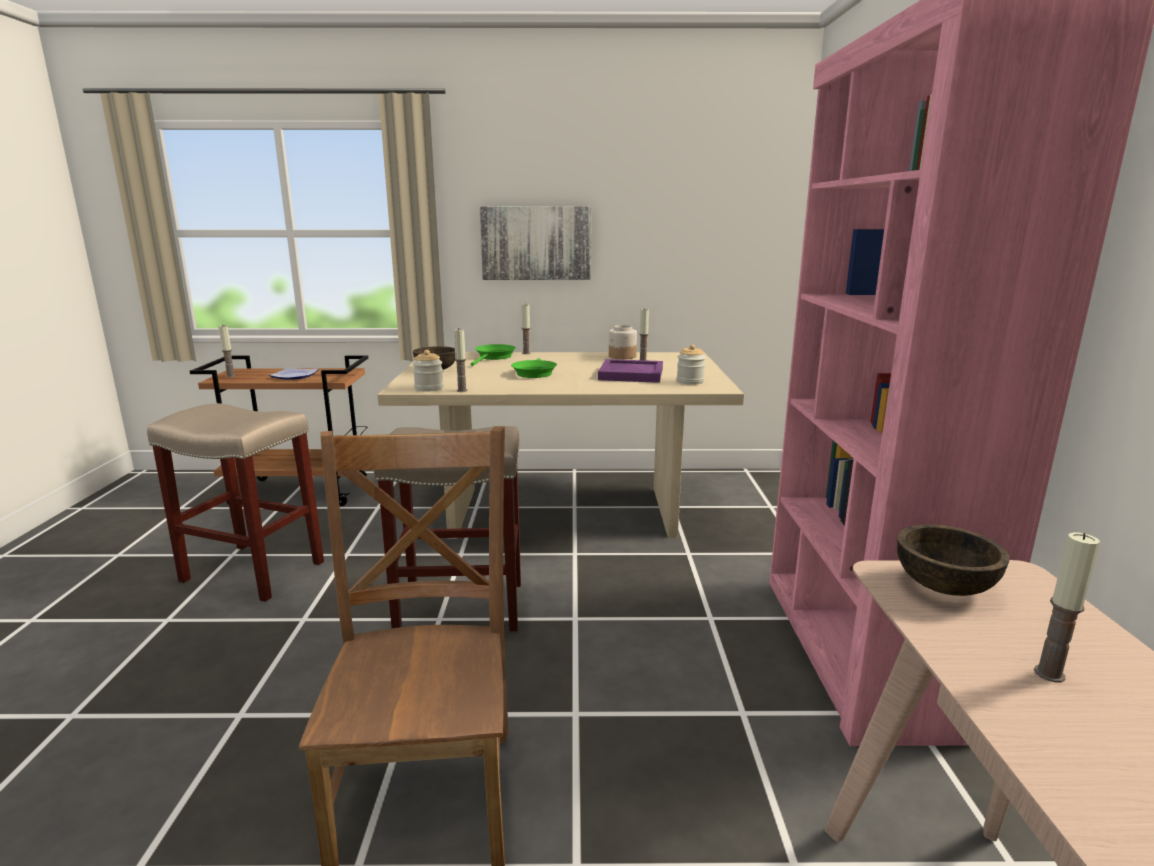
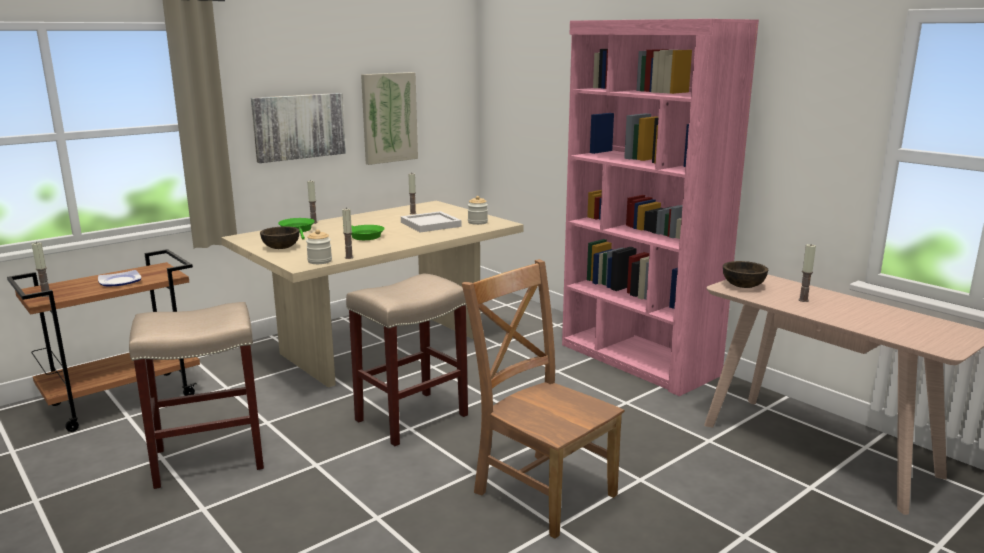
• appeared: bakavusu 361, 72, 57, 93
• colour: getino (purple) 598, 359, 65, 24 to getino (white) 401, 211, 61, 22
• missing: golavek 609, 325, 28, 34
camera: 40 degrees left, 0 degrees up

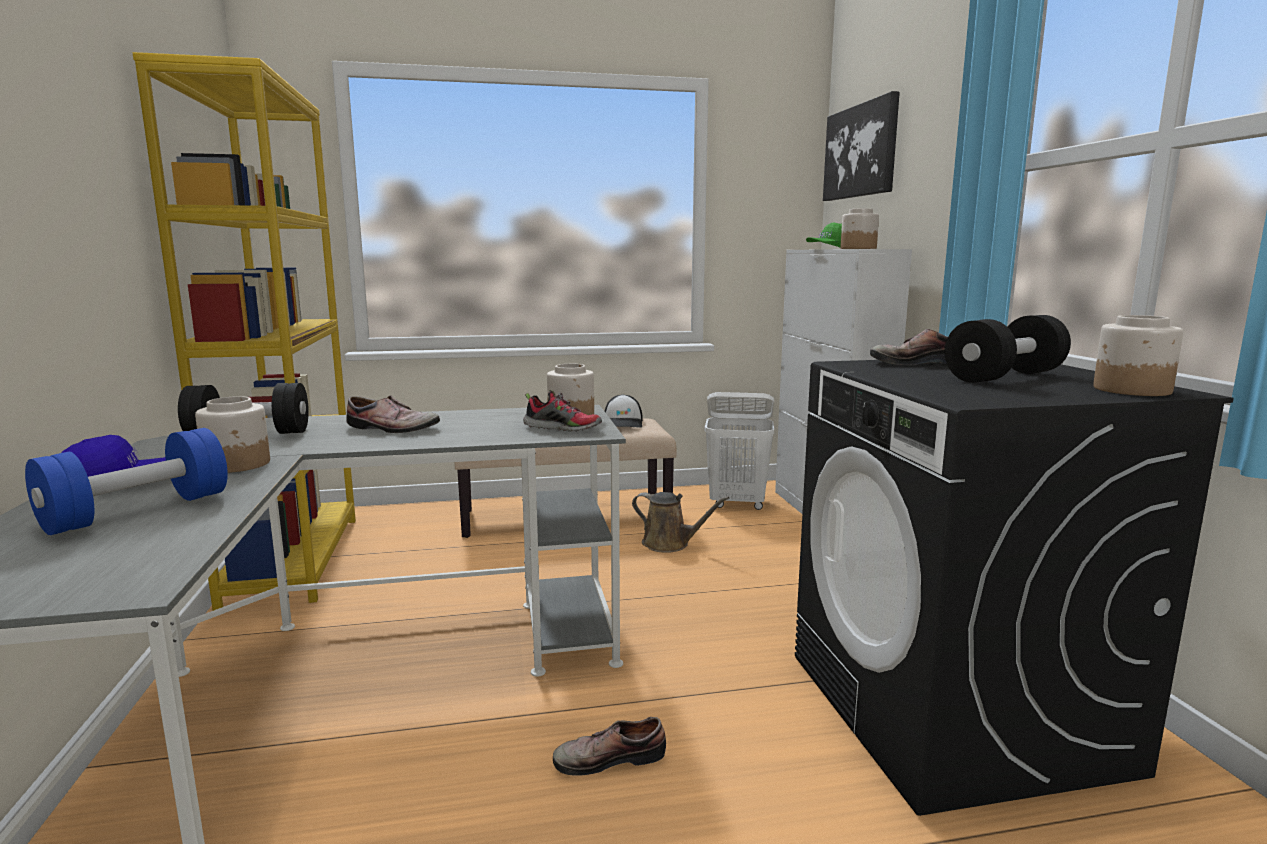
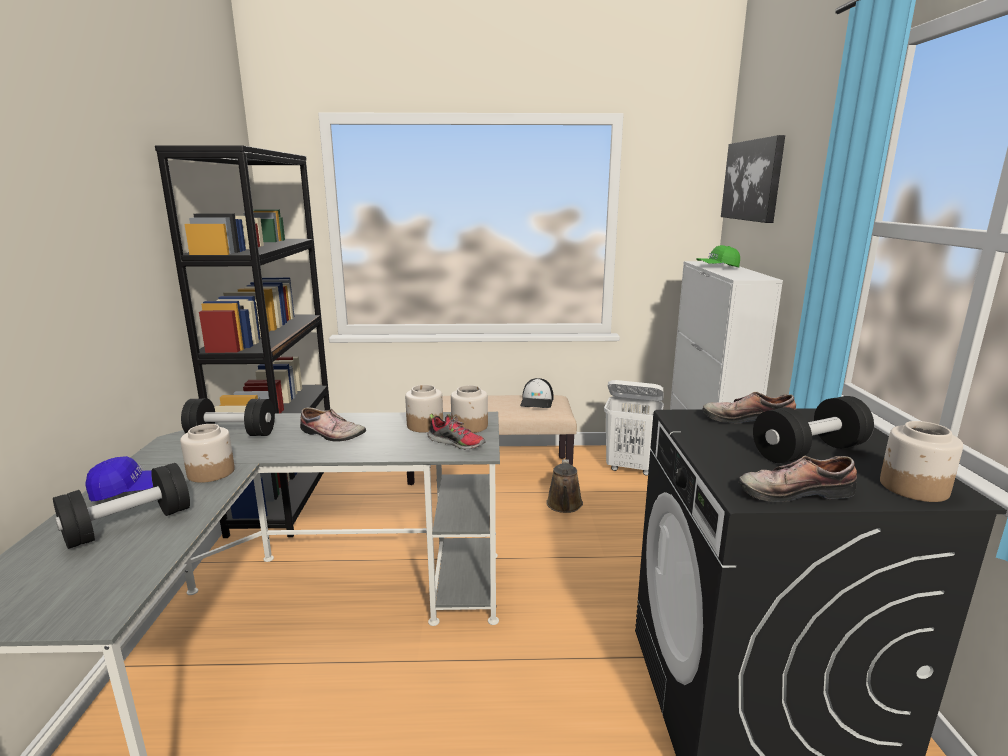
• colour: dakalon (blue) 25, 428, 203, 107 to dakalon (black) 53, 463, 137, 86
• colour: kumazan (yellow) 132, 52, 224, 559 to kumazan (black) 155, 145, 175, 393
• relocated: golavek 841, 208, 38, 41 to 405, 385, 38, 47
• spun: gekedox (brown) 632, 492, 97, 61 = 546, 459, 37, 54 60 degrees clockwise
• relocated: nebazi 553, 717, 113, 59 to 739, 455, 118, 47
camera: 10 degrees right, 5 degrees up

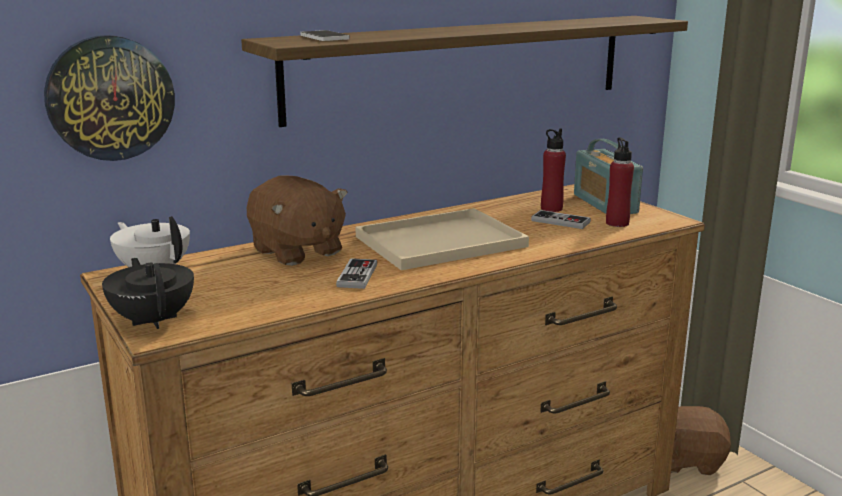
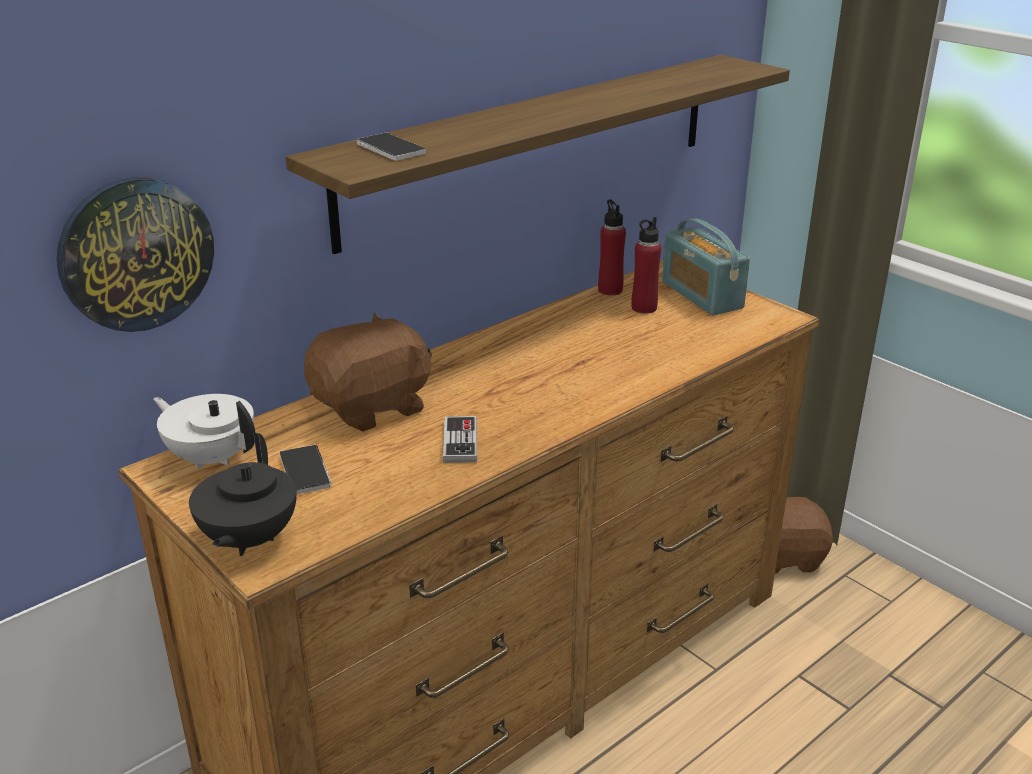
• spun: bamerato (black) 102, 258, 92, 71 = 189, 433, 108, 123 135 degrees counterclockwise
• appeared: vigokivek 280, 445, 51, 49
• spun: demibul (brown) 247, 176, 101, 90 = 304, 313, 128, 119 75 degrees counterclockwise
• relocated: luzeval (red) 606, 138, 28, 89 to 598, 199, 28, 97
• missing: getino (beige) 355, 208, 174, 62
• missing: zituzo 531, 210, 60, 19
camera: 10 degrees left, 10 degrees up

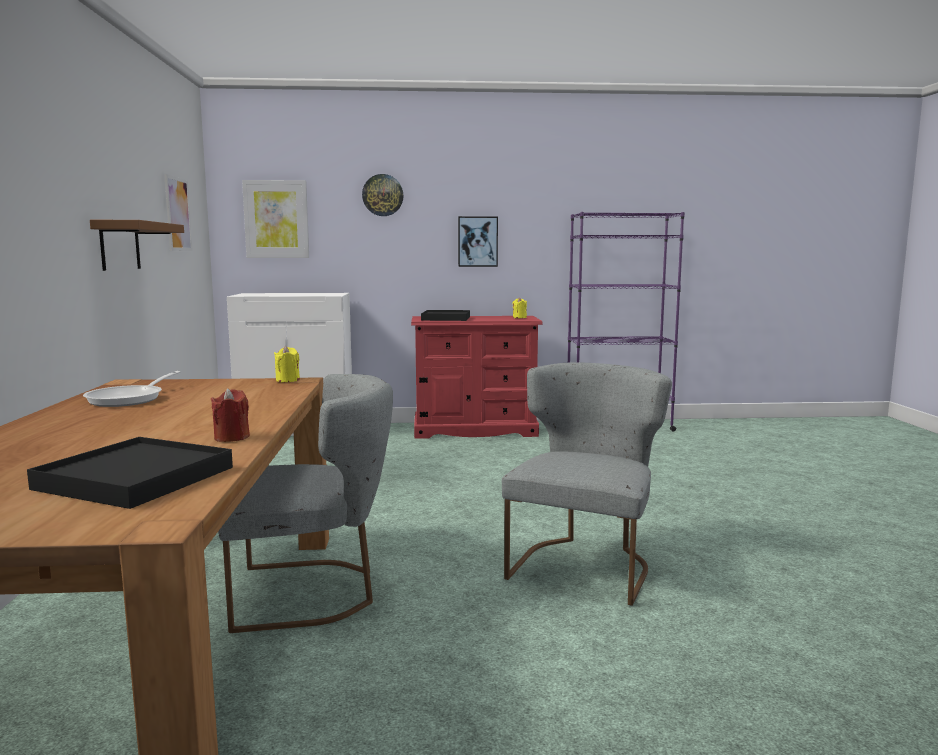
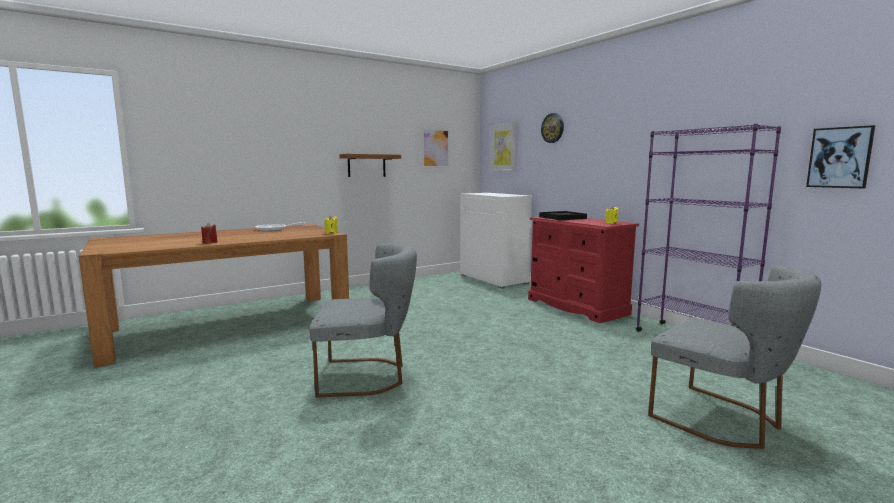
• relocated: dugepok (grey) 218, 374, 175, 259 to 648, 265, 173, 184
• relocated: bakavusu 458, 216, 40, 51 to 806, 125, 69, 64
• missing: getino (black) 27, 437, 206, 72
camera: 60 degrees right, 0 degrees up

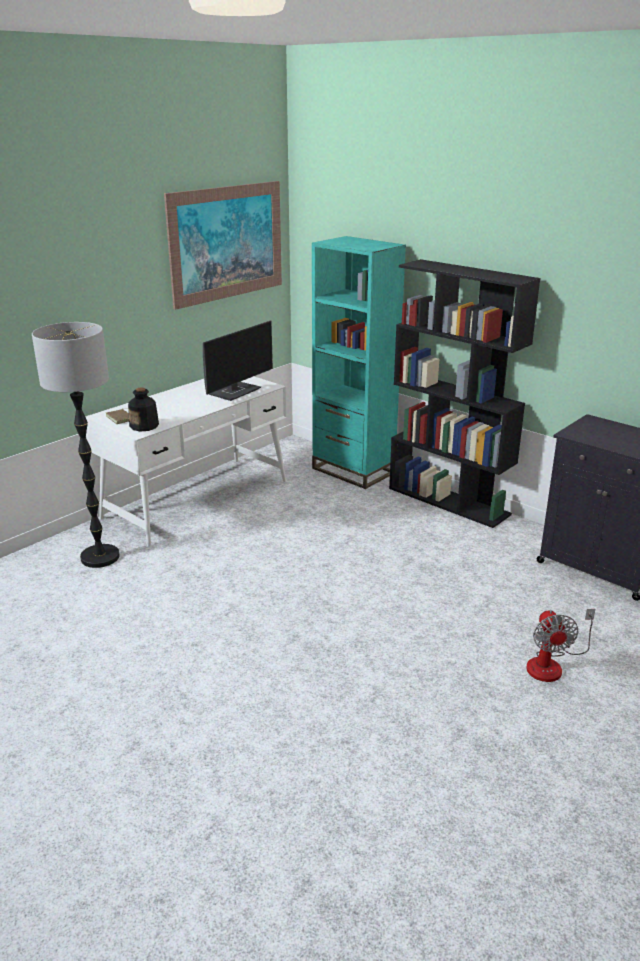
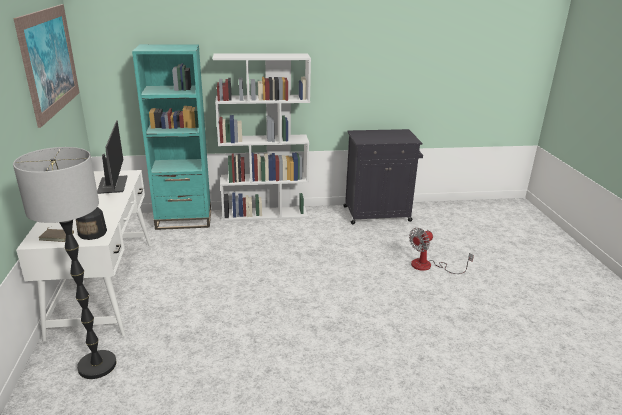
• colour: kumazan (black) 389, 259, 151, 269 to kumazan (white) 213, 53, 98, 168
• spun: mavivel 526, 609, 69, 73 = 409, 228, 65, 46 105 degrees clockwise
camera: 50 degrees left, 0 degrees up

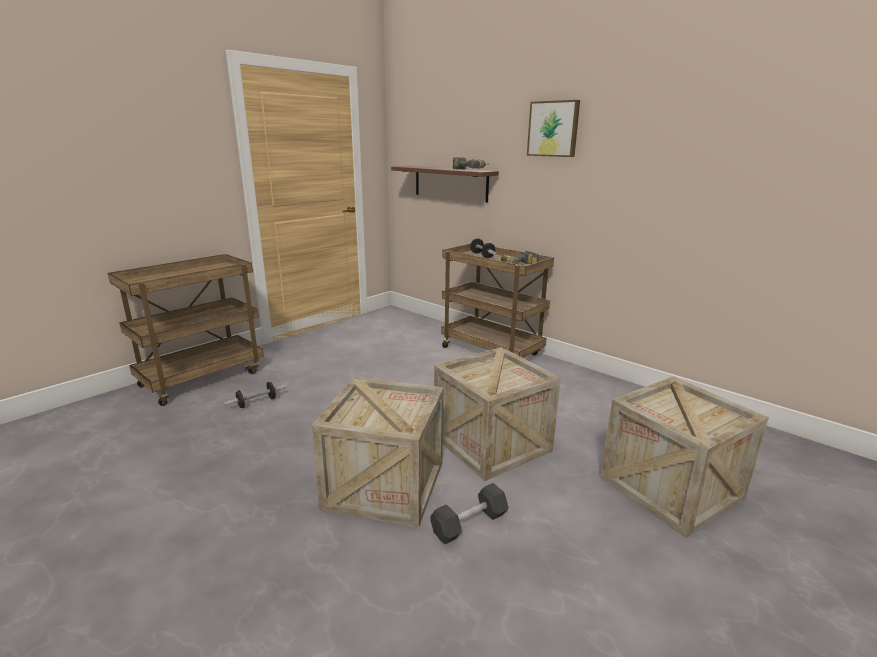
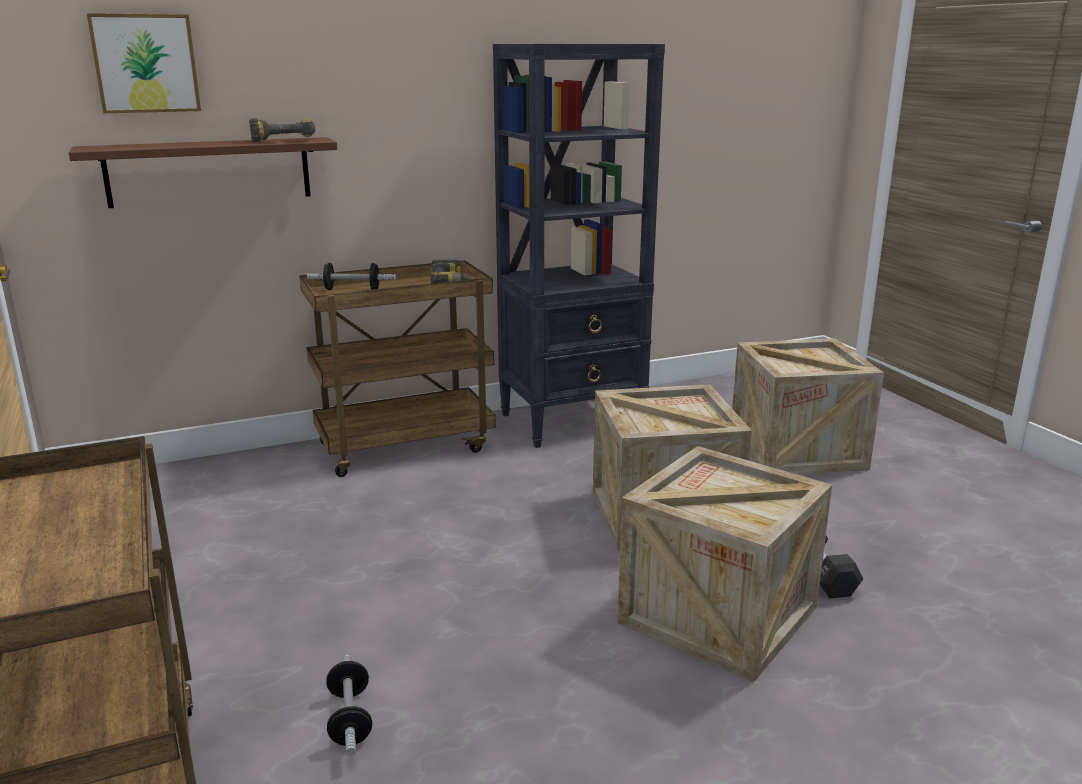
• relocated: bakavusu 527, 100, 53, 57 to 87, 13, 114, 100
• appeared: kumazan (black) 493, 44, 172, 404
camera: 65 degrees left, 0 degrees up

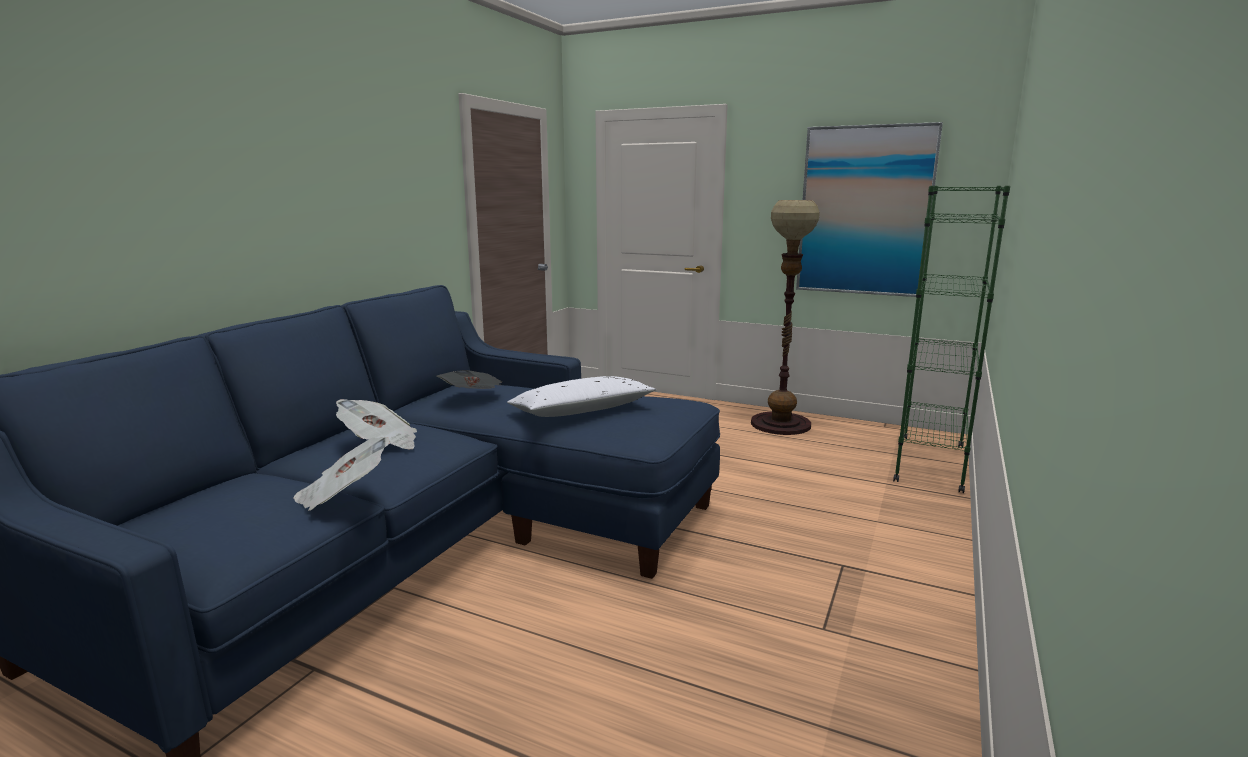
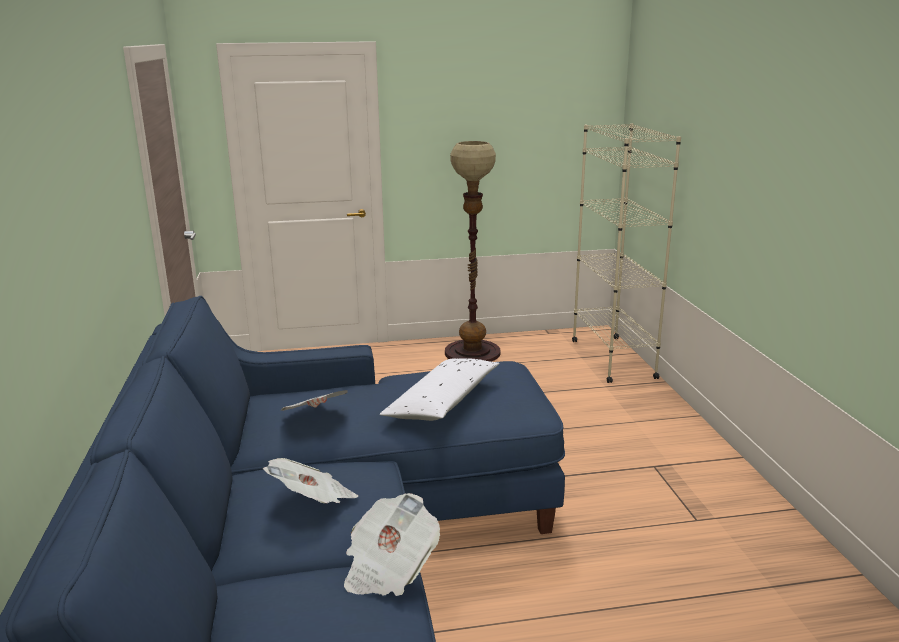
• colour: kumazan (green) 893, 186, 117, 307 to kumazan (beige) 572, 123, 109, 260
• missing: bakavusu 796, 122, 147, 175
camera: 35 degrees left, 5 degrees up

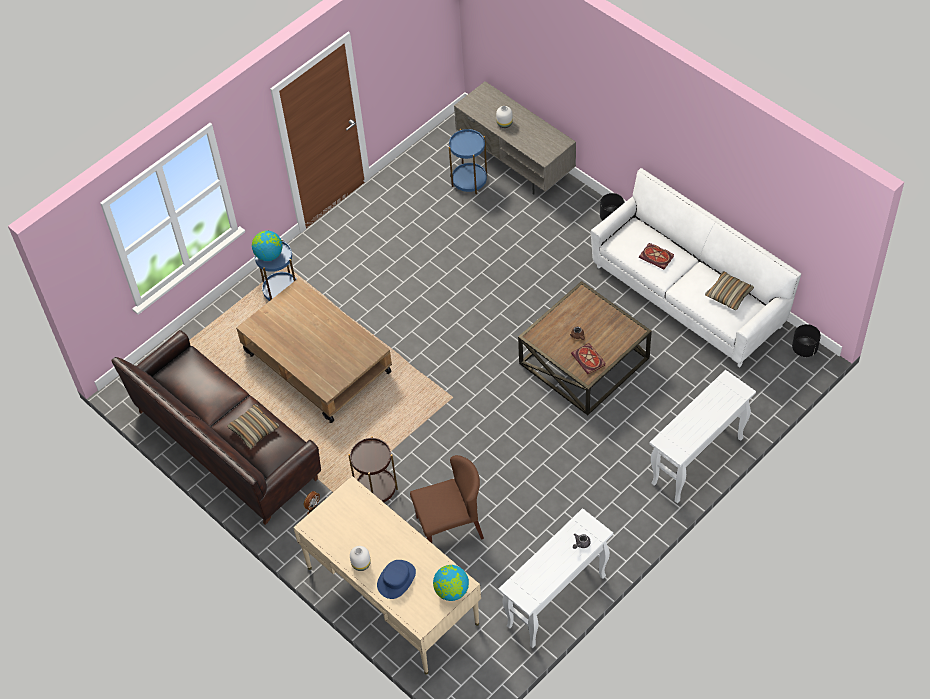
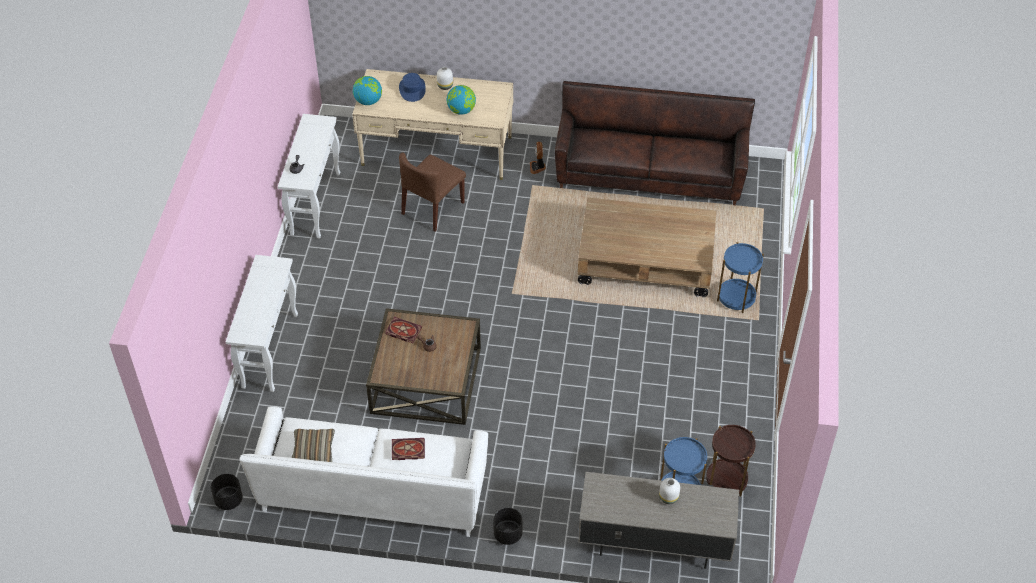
• relocated: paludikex 252, 231, 31, 30 to 447, 85, 29, 30
• relocated: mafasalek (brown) 348, 436, 50, 66 to 706, 425, 50, 72
• missing: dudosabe 227, 404, 52, 45
camera: 140 degrees right, 5 degrees down

